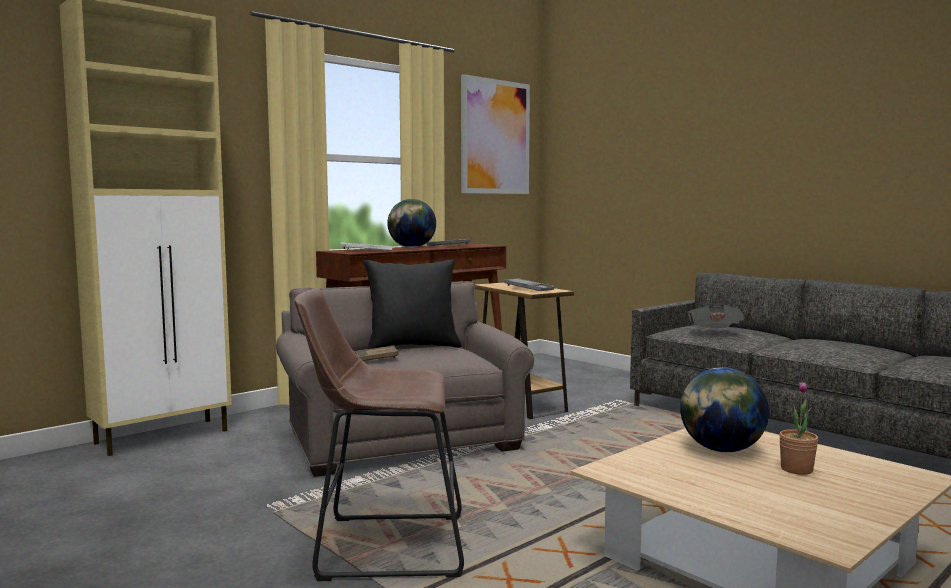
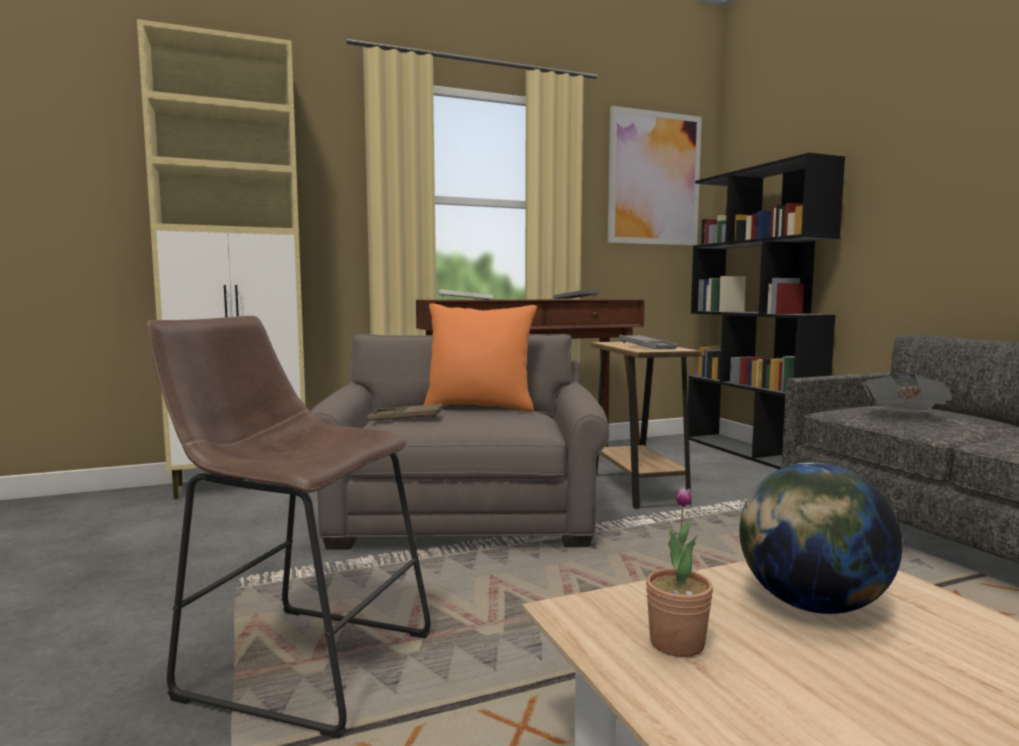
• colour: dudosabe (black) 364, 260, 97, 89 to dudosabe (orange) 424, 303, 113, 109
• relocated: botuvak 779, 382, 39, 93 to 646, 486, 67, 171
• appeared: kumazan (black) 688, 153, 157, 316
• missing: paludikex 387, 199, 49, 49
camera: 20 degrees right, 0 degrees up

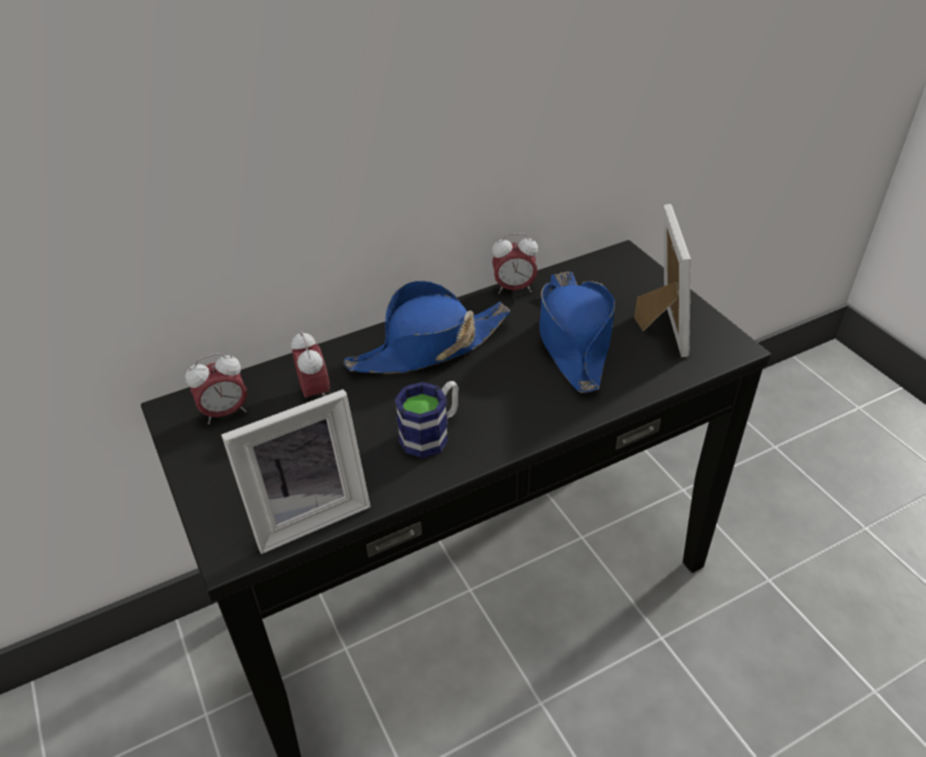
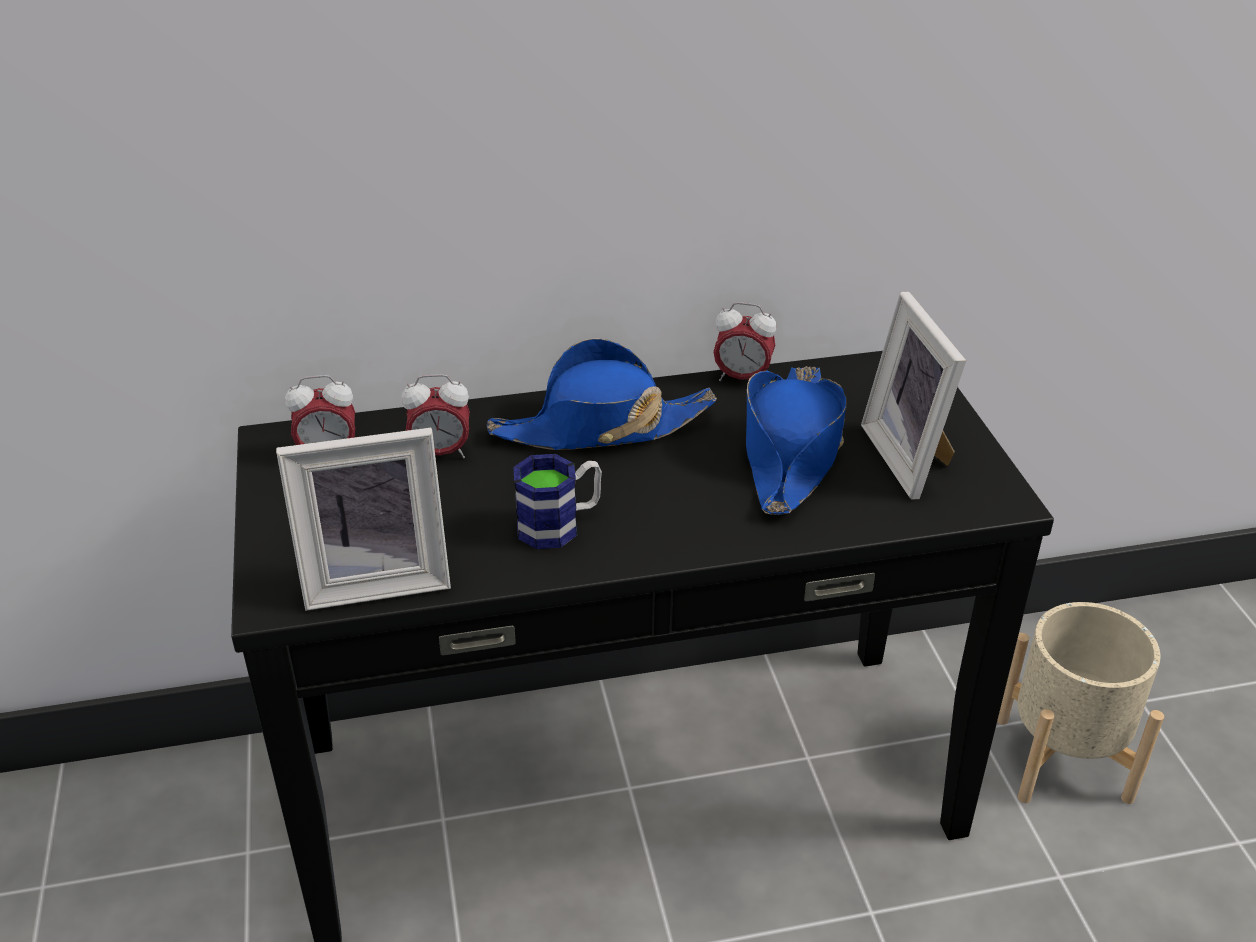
• spun: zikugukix 291, 330, 39, 68 = 401, 374, 69, 84 90 degrees clockwise
• spun: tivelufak 634, 204, 57, 153 = 861, 292, 105, 207 150 degrees clockwise
• appeared: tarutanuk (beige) 997, 602, 167, 202
camera: 15 degrees right, 5 degrees down

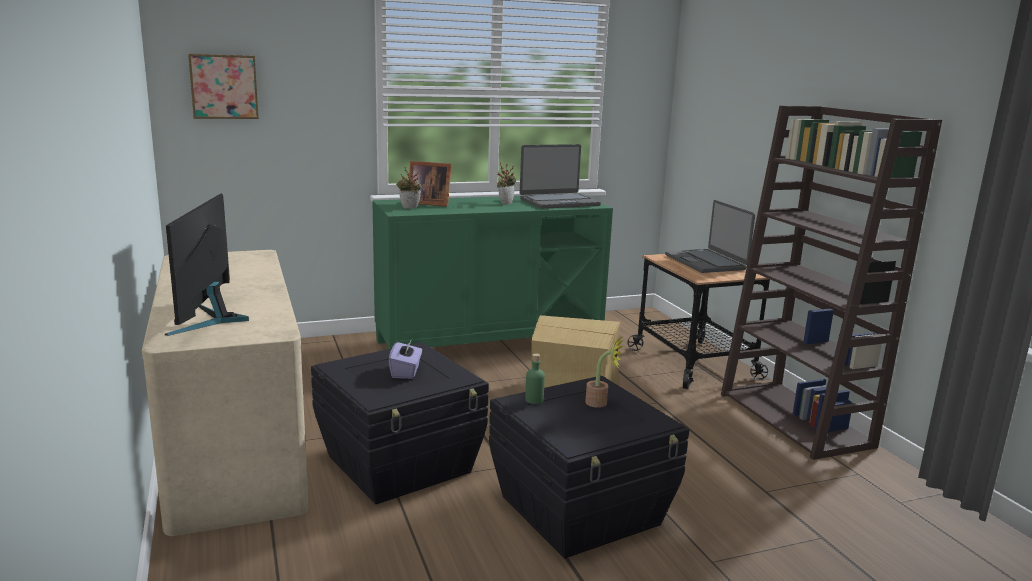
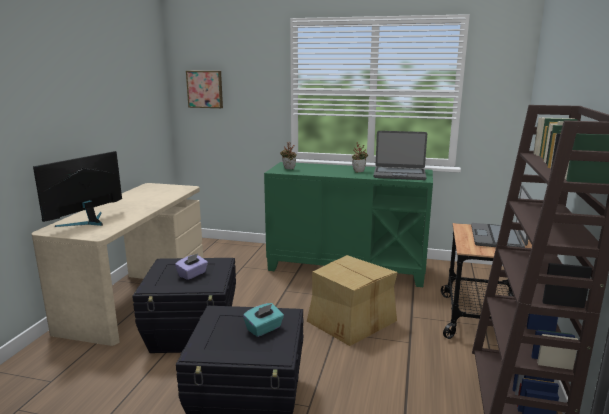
• exchanged: botuvak 585, 337, 38, 71 to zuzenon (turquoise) 243, 303, 41, 34
• missing: tivelufak 409, 161, 43, 46
• missing: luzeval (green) 525, 353, 20, 51
camera: 35 degrees right, 0 degrees up

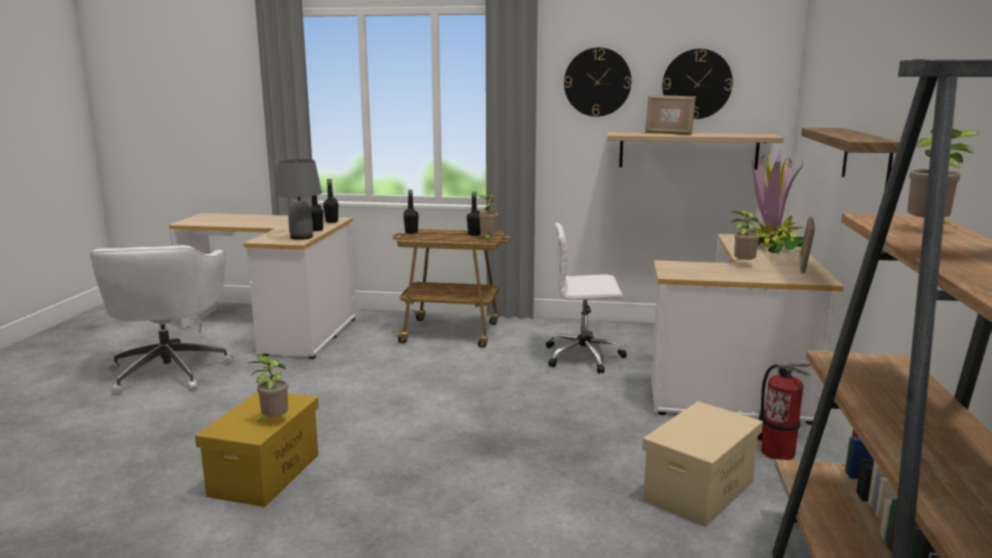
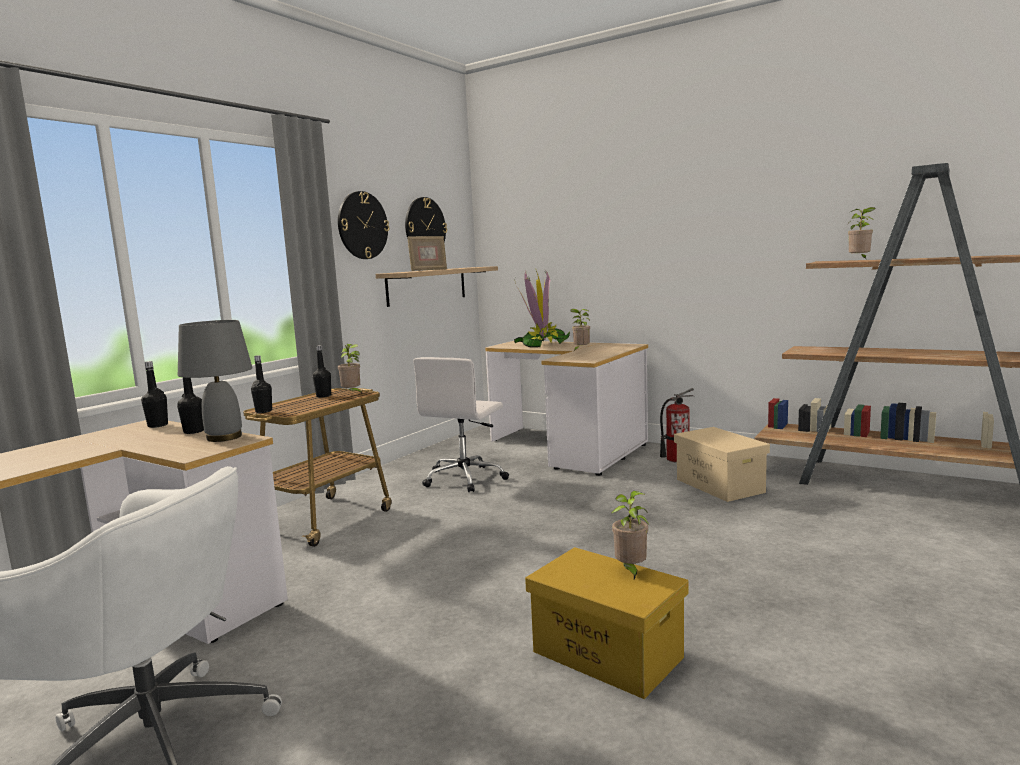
• missing: tivelufak 799, 217, 16, 56
• missing: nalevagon 801, 128, 99, 60
camera: 65 degrees left, 5 degrees down

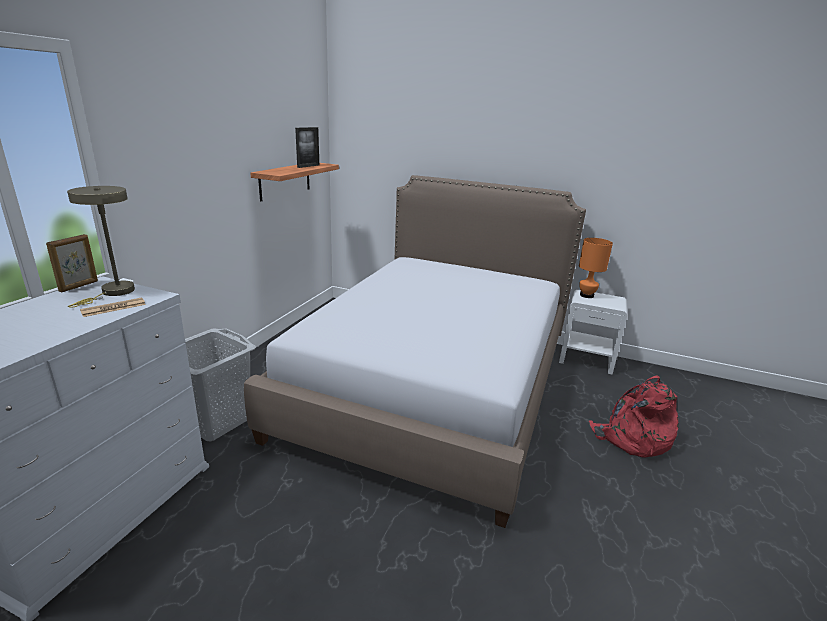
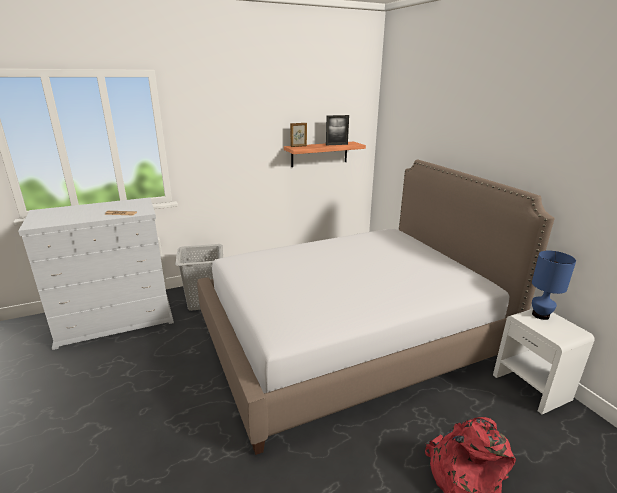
• relocated: tivelufak 46, 234, 52, 58 to 290, 123, 17, 24
• colour: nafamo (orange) 579, 238, 34, 60 to nafamo (blue) 532, 251, 44, 69
• missing: nafamo (beige) 67, 186, 68, 122
camera: 45 degrees right, 0 degrees up

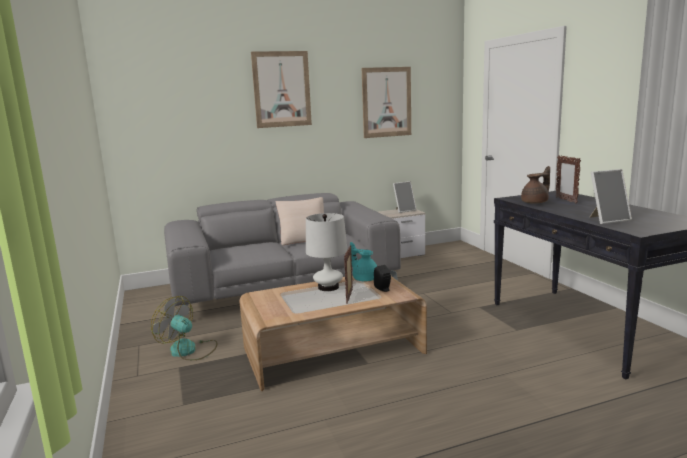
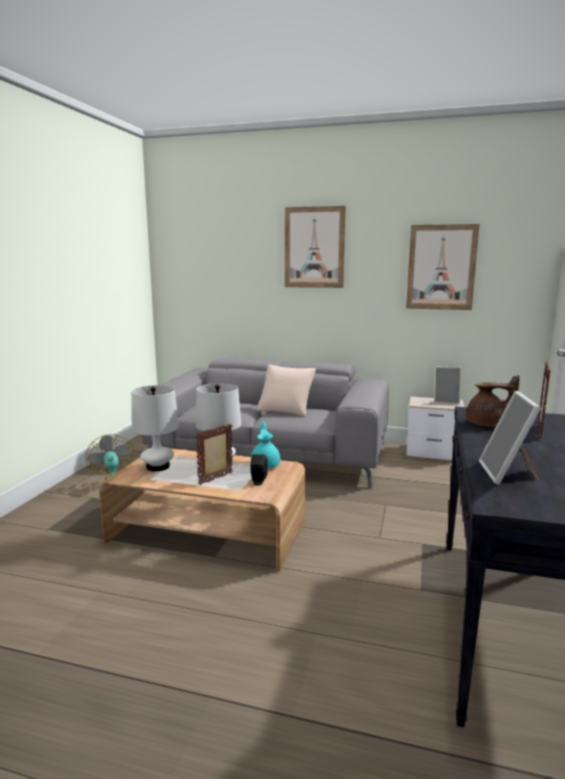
• appeared: nafamo (white) 131, 385, 48, 86
• spun: tivelufak 590, 169, 42, 55 = 479, 391, 62, 94 75 degrees clockwise
camera: 35 degrees right, 0 degrees up

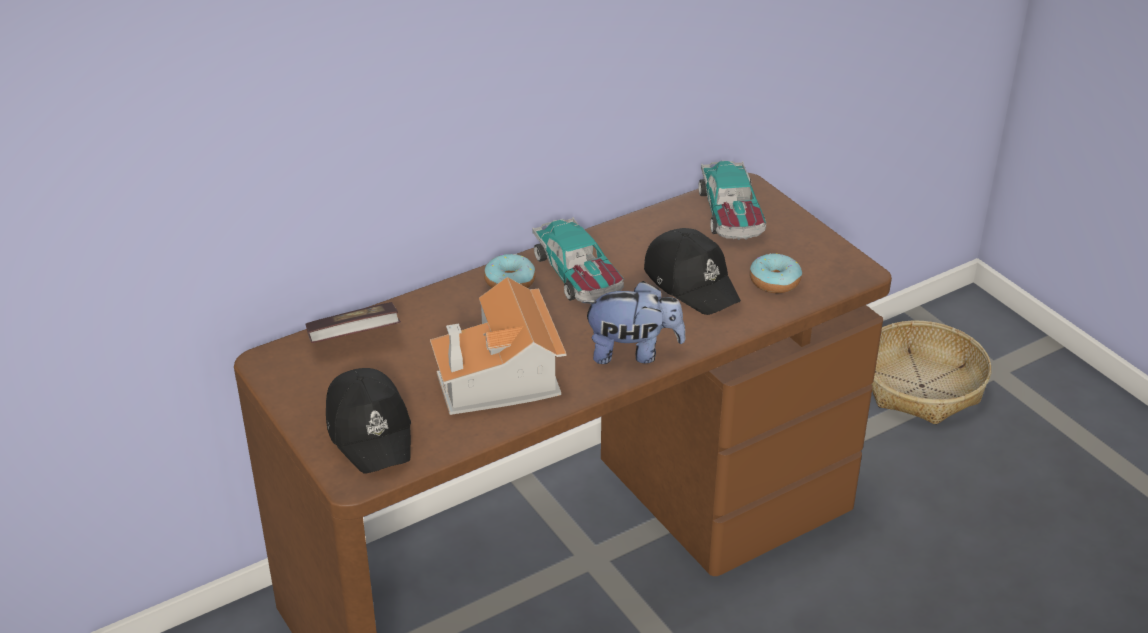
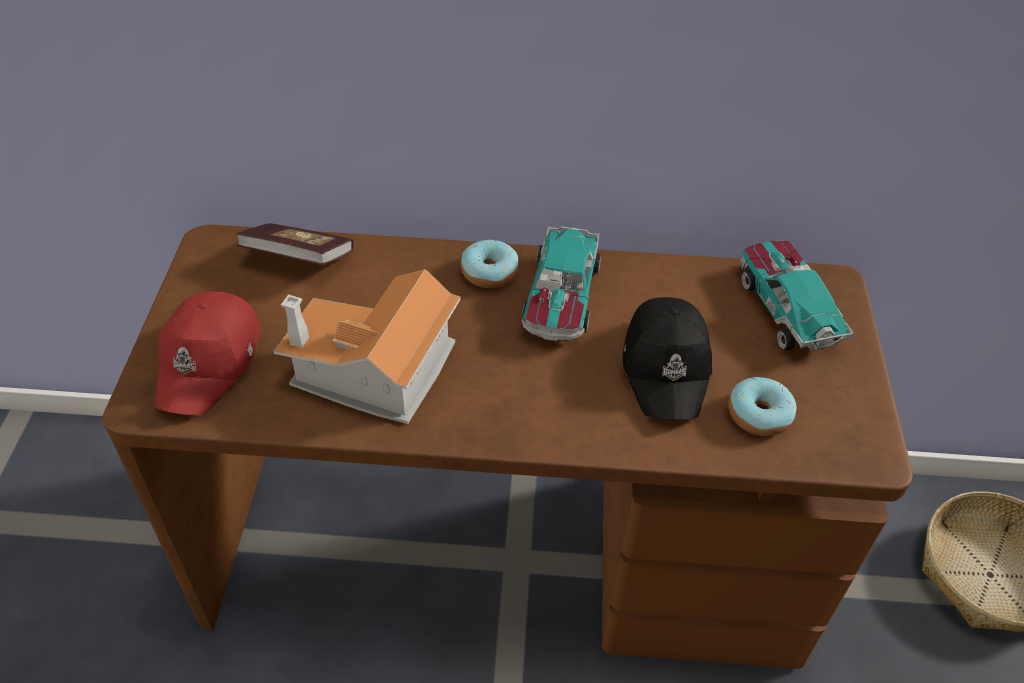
• colour: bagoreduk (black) 326, 368, 85, 106 to bagoreduk (red) 155, 291, 106, 124
• spun: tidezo 698, 161, 68, 79 = 740, 241, 115, 110 135 degrees clockwise
• missing: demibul 582, 281, 104, 83
camera: 35 degrees right, 10 degrees up

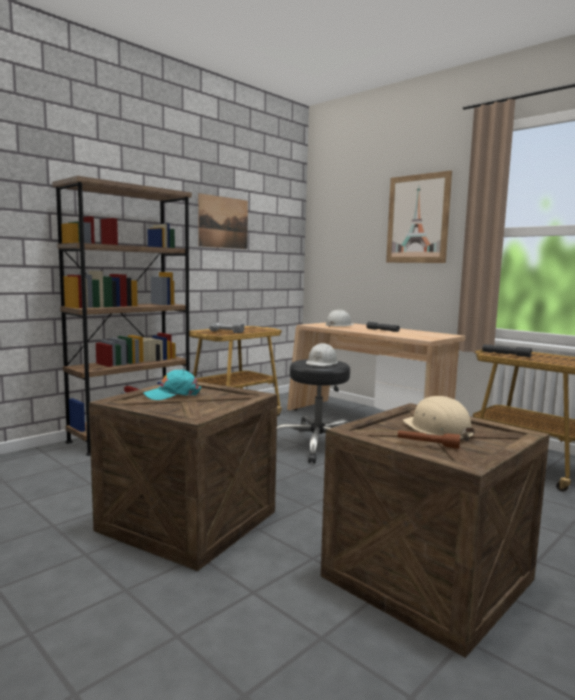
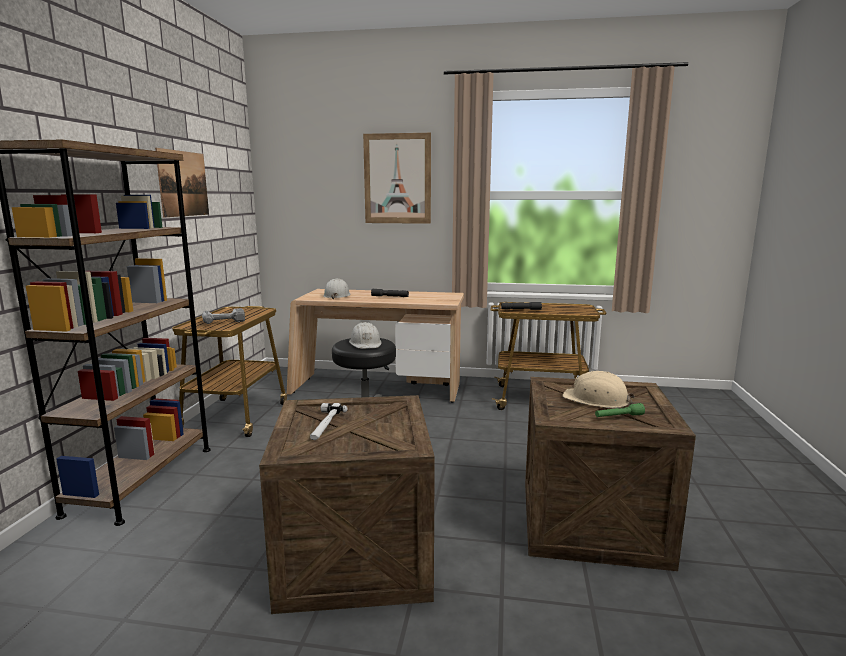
• exchanged: bagoreduk (turquoise) 143, 369, 58, 31 to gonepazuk 310, 403, 38, 37
• colour: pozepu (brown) 398, 430, 62, 19 to pozepu (green) 595, 403, 50, 14
camera: 35 degrees left, 5 degrees up

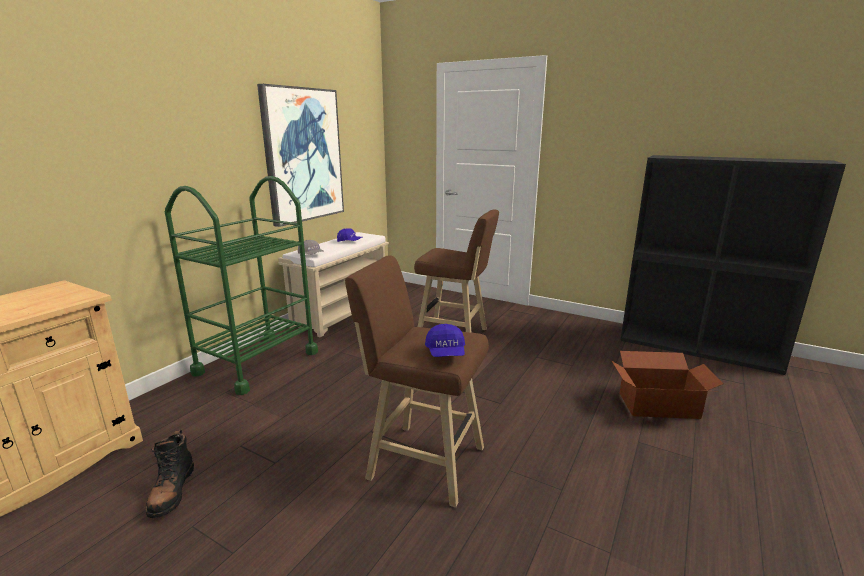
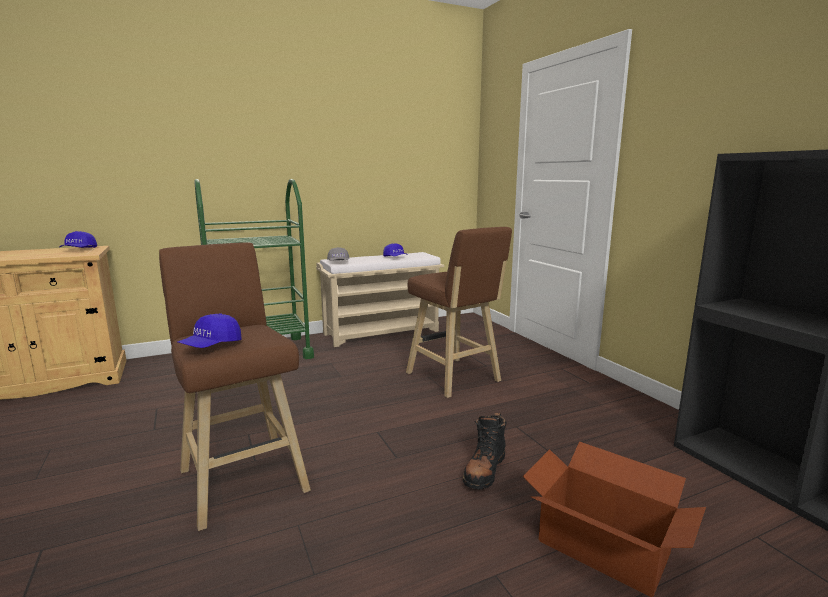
• appeared: bagoreduk (blue) 59, 231, 38, 17
• relocated: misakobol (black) 146, 430, 48, 88 to 463, 413, 43, 76
• missing: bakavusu 257, 84, 87, 143
camera: 35 degrees right, 5 degrees down

